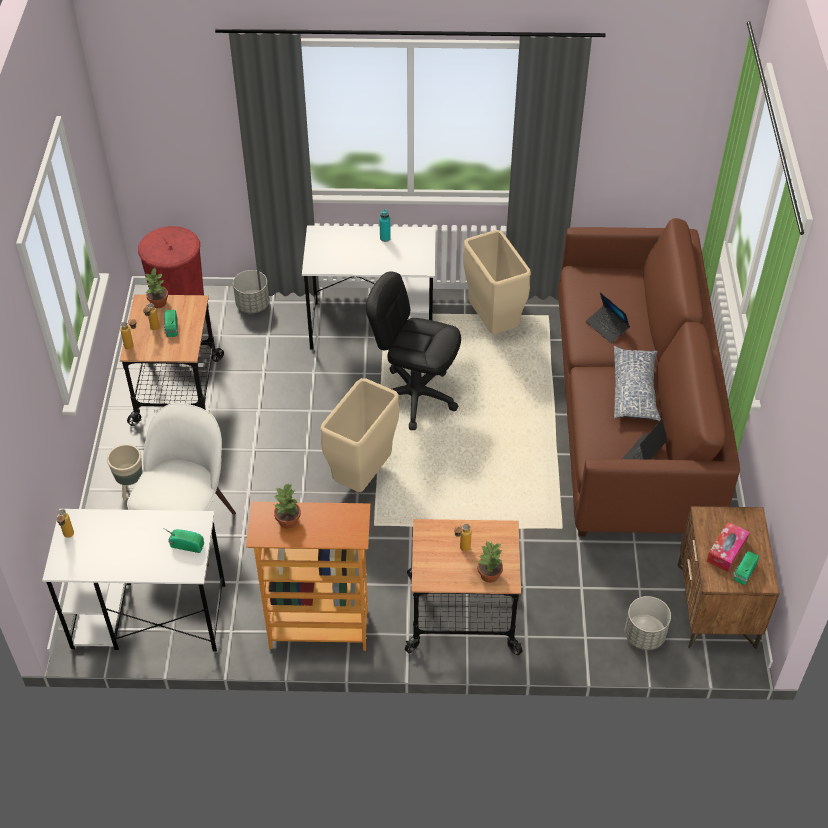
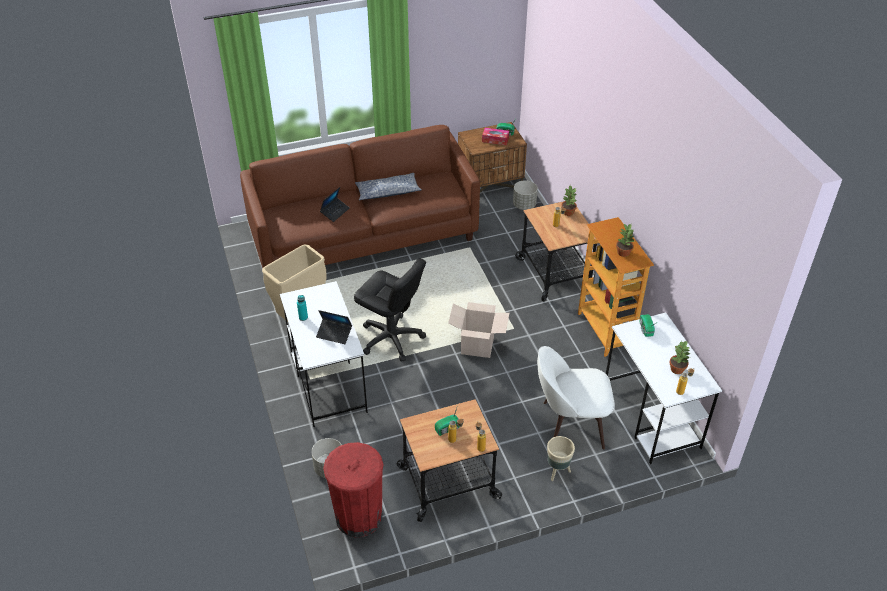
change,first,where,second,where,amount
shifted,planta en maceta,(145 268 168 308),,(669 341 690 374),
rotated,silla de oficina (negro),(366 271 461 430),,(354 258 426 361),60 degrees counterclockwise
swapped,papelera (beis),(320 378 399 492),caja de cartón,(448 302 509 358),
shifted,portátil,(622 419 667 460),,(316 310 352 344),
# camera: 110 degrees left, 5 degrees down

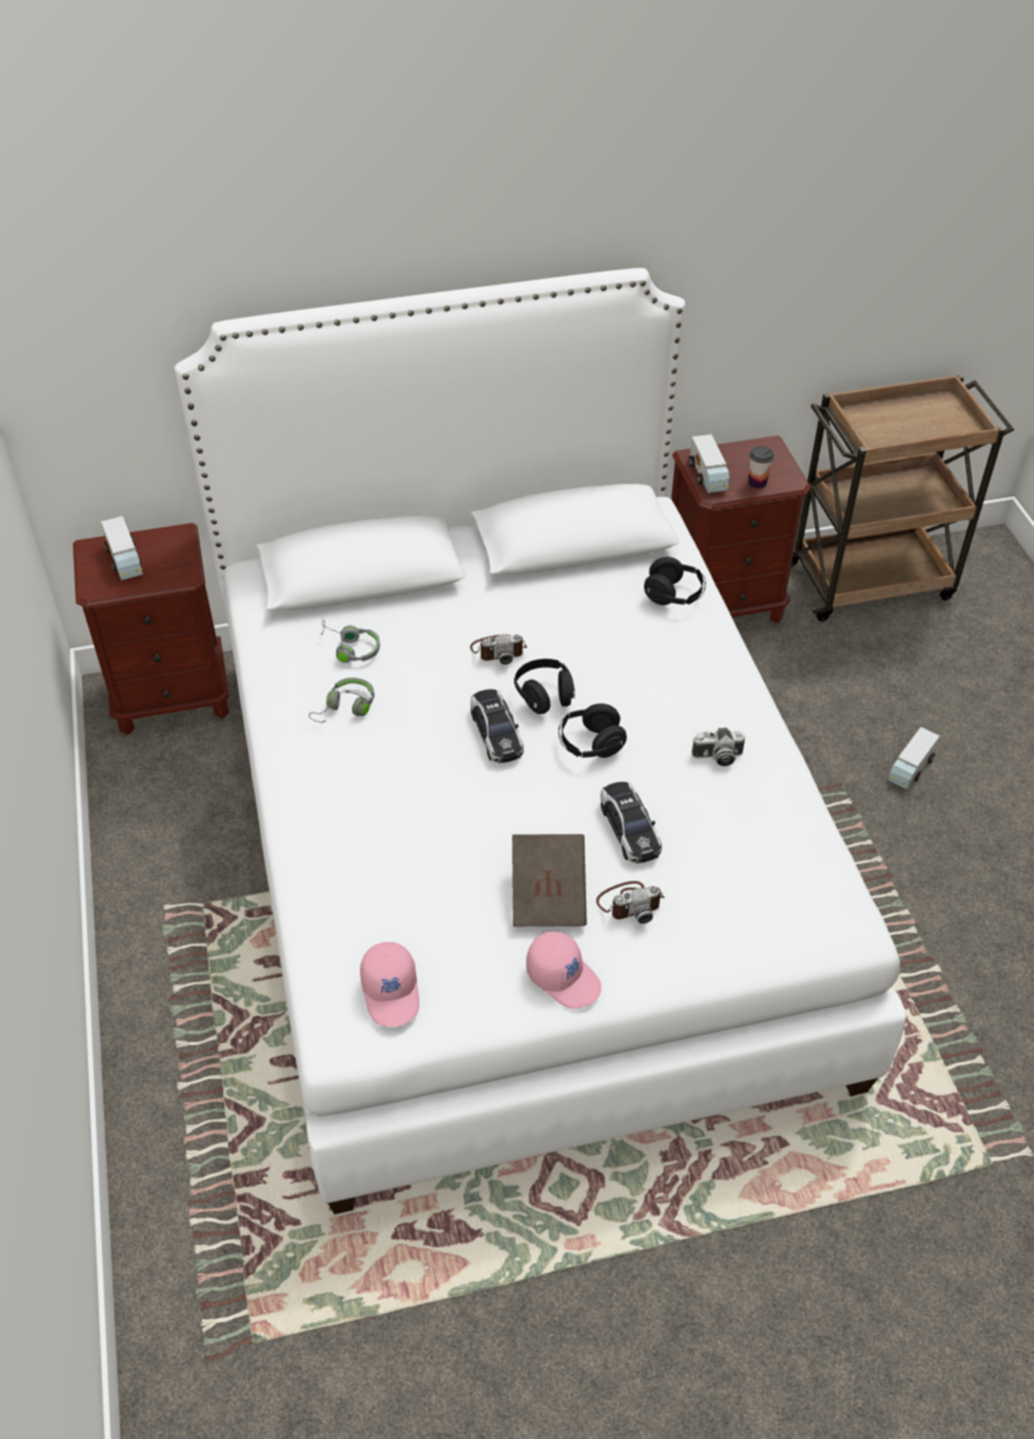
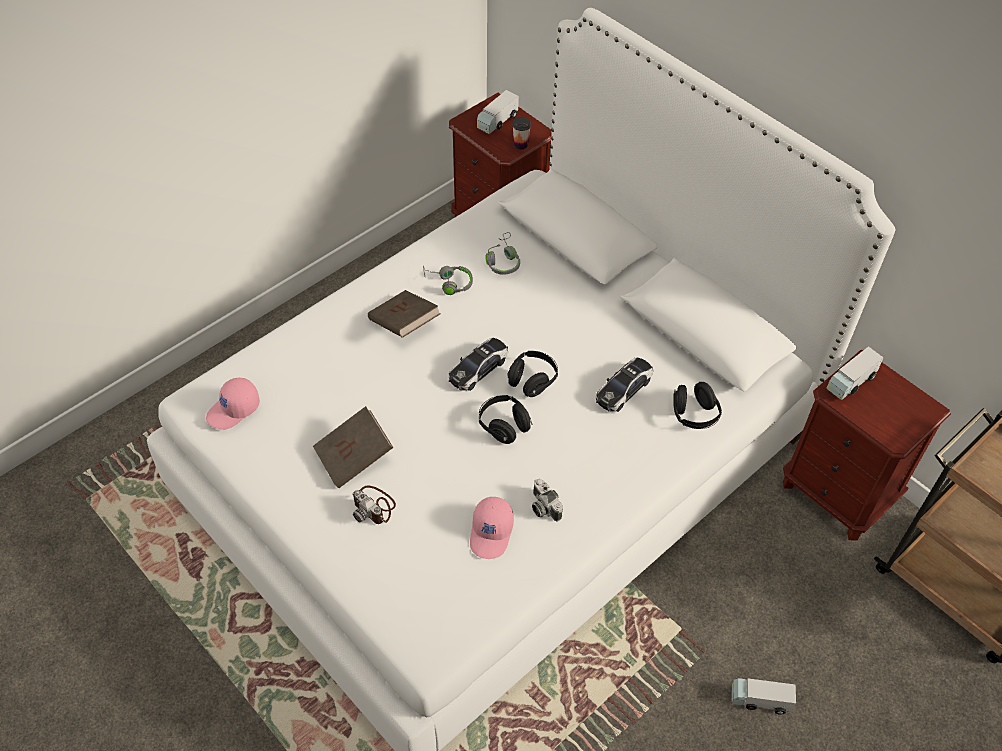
change,first,where,second,where,amount
shifted,taza,(749 446 774 489),,(512 117 531 150),
gone,cámara,(470 634 527 665),,,
shifted,coche de juguete,(600 782 662 863),,(596 357 653 412),
shifted,gorra (rosa),(526 931 601 1009),,(470 497 514 559),
new,,,libro (marrón),(368 290 441 338),
# camera: 60 degrees right, 5 degrees up

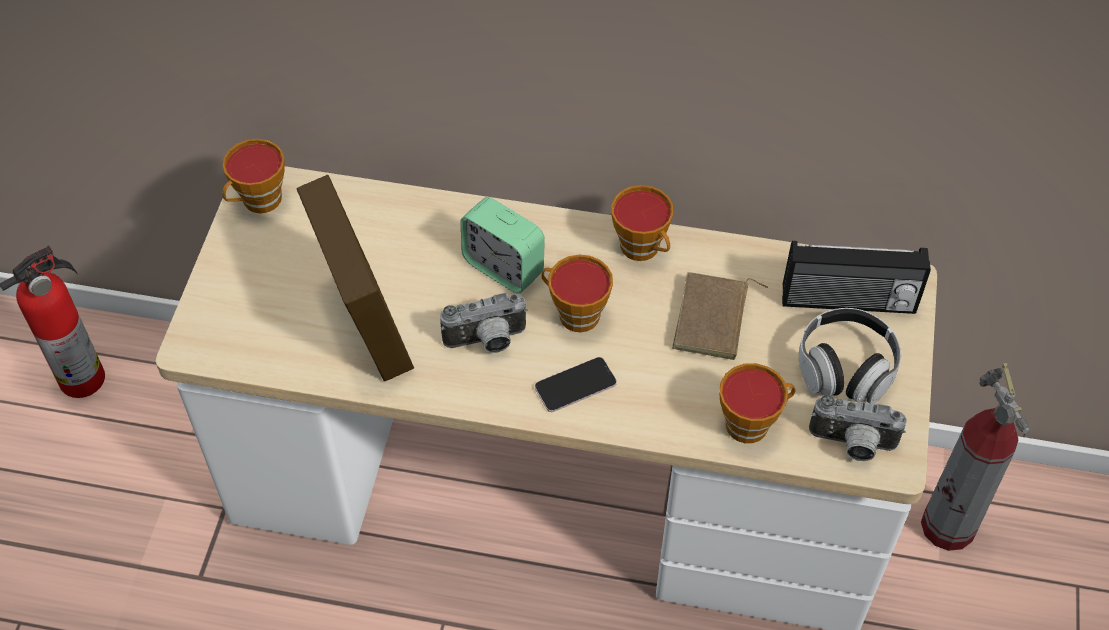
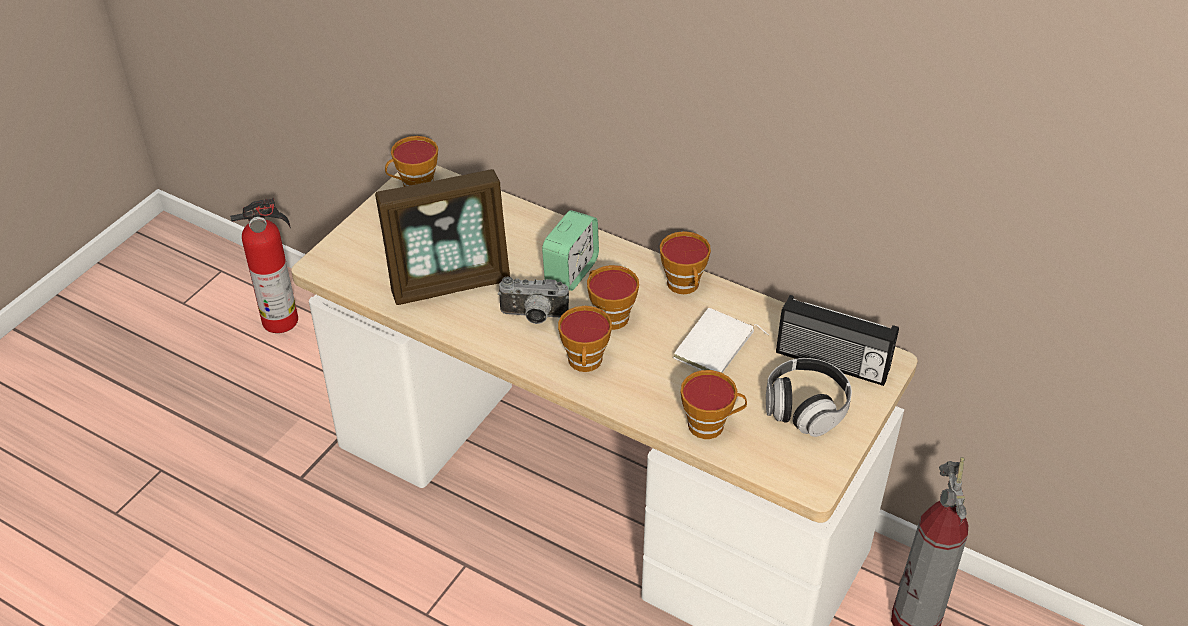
change,first,where,second,where,amount
rotated,portarretratos,(297 175 414 381),,(375 169 510 305),75 degrees clockwise
rotated,despertador,(460 197 545 294),,(542 210 599 291),120 degrees counterclockwise
repainted,libro (marrón),(672 272 768 360),libro (blanco),(673 308 769 373),
swapped,móvil,(535 357 617 412),taza,(558 306 612 372),
gone,cámara,(809 395 907 461),,,
# camera: 20 degrees right, 10 degrees down

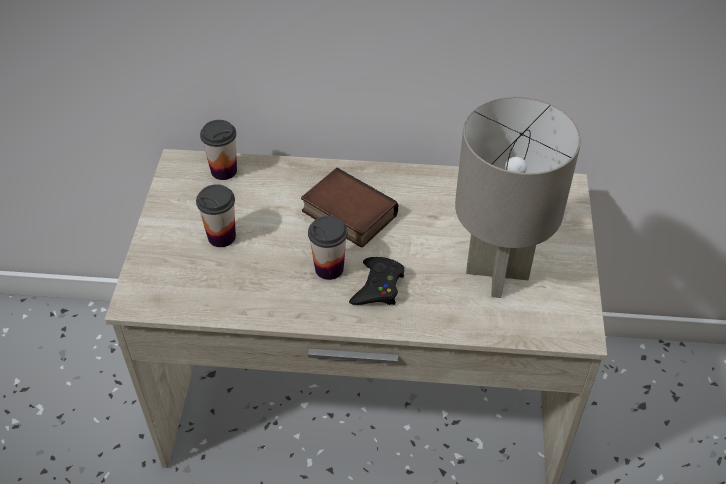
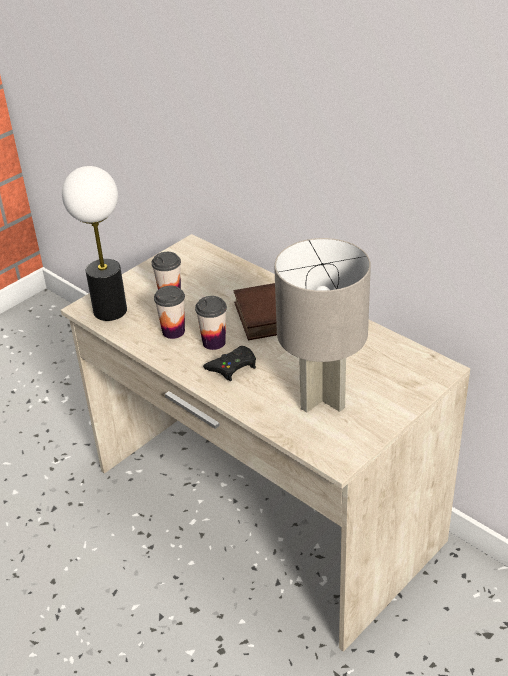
change,first,where,second,where,amount
shifted,taza,(200 120 237 180),,(154 286 185 339),
new,,,lámpara de mesa,(62 166 127 321),
# camera: 40 degrees right, 10 degrees down

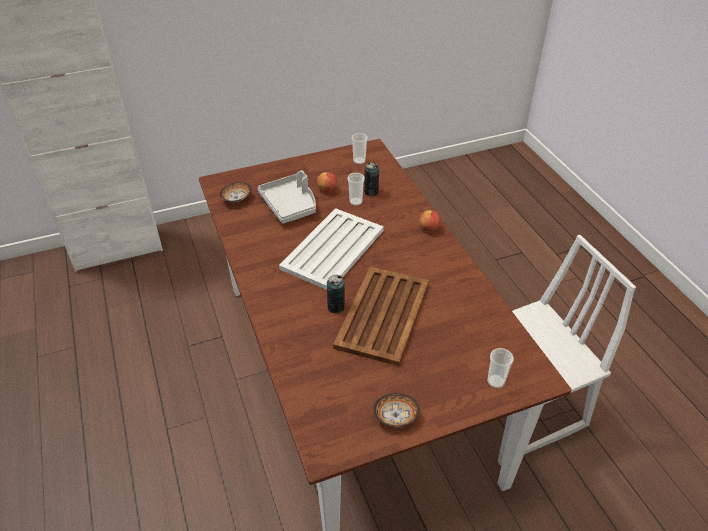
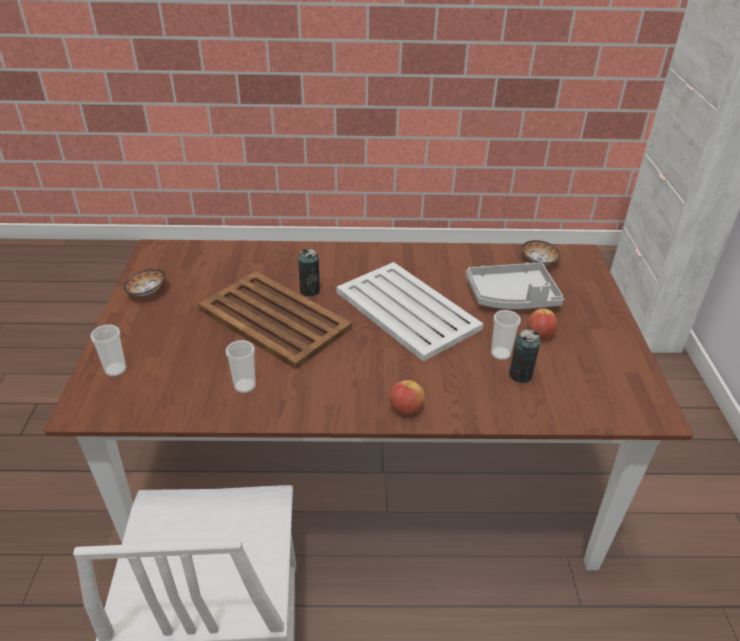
change,first,where,second,where,amount
shifted,taza,(352 133 368 164),,(226 340 256 393),
# camera: 110 degrees right, 5 degrees down

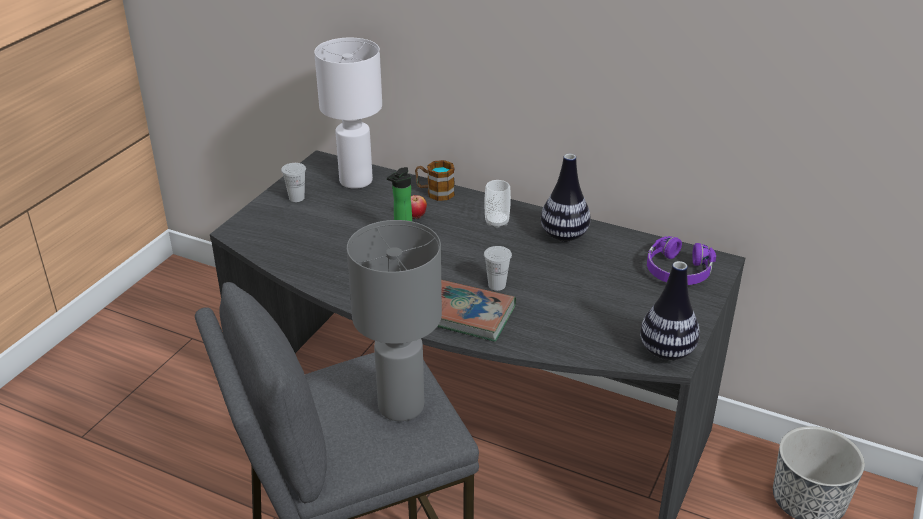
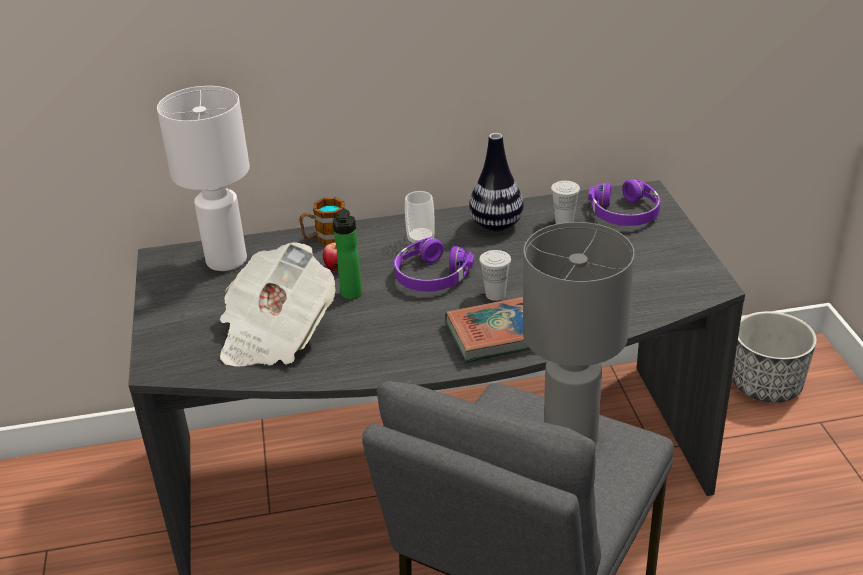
change,first,where,second,where,amount
shifted,taza (blanco),(281 163 306 202),,(551 181 580 224),
gone,florero,(640 261 700 360),,,
new,,,auriculares (morado),(394 237 474 291),
new,,,periódico,(220 242 336 367),
# camera: 35 degrees left, 0 degrees up

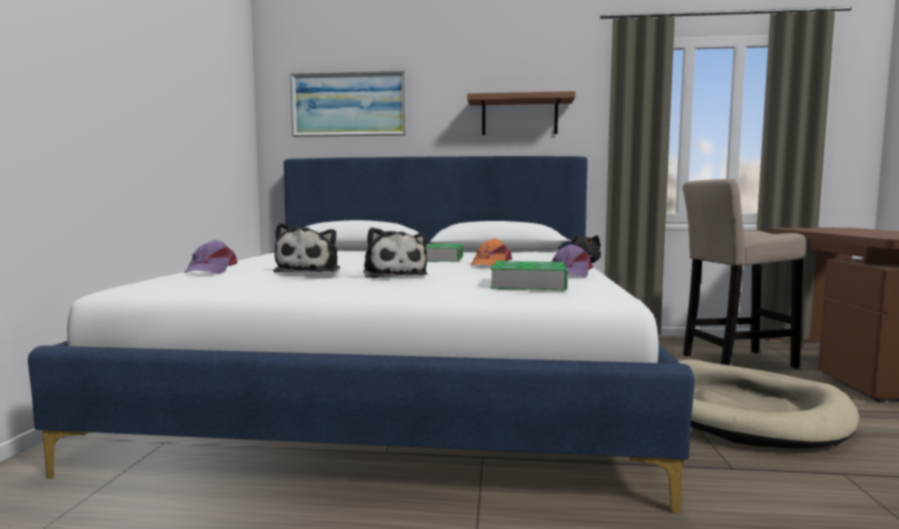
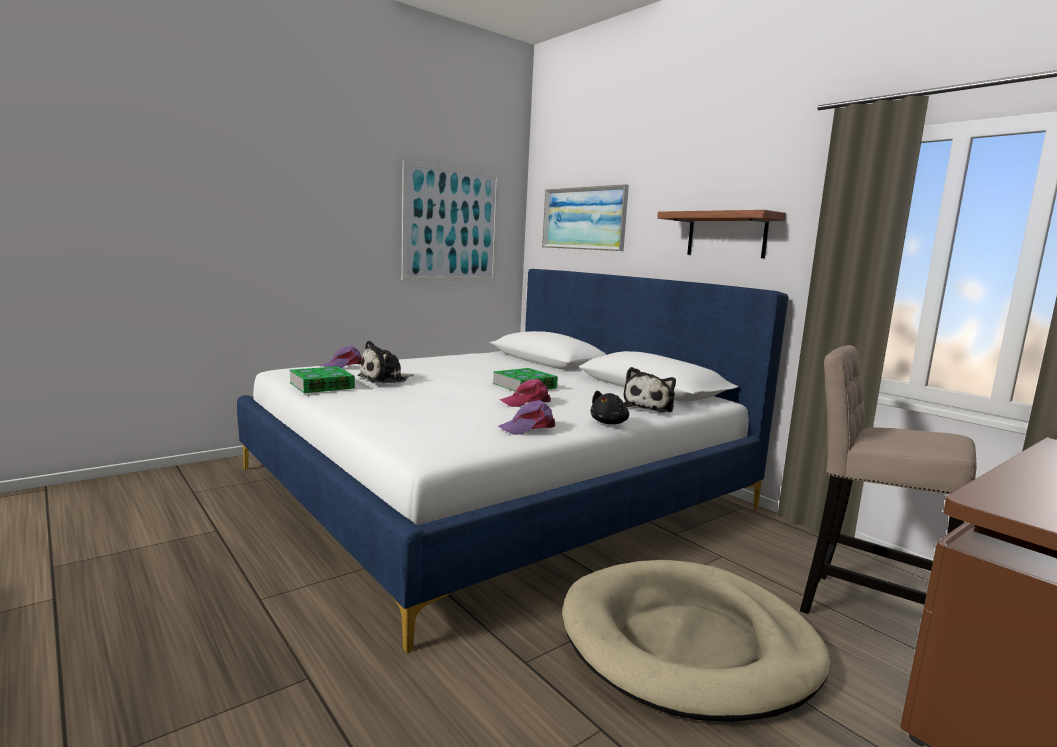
change,first,where,second,where,amount
shifted,peluche,(363 227 427 278),,(624 367 676 412),
repainted,gorra (naranja),(471 238 512 266),gorra (rosa),(500 378 551 407),
shifted,libro,(490 261 568 290),,(289 366 355 393),
new,,,cuadro,(402 160 500 281),
# camera: 45 degrees right, 5 degrees up

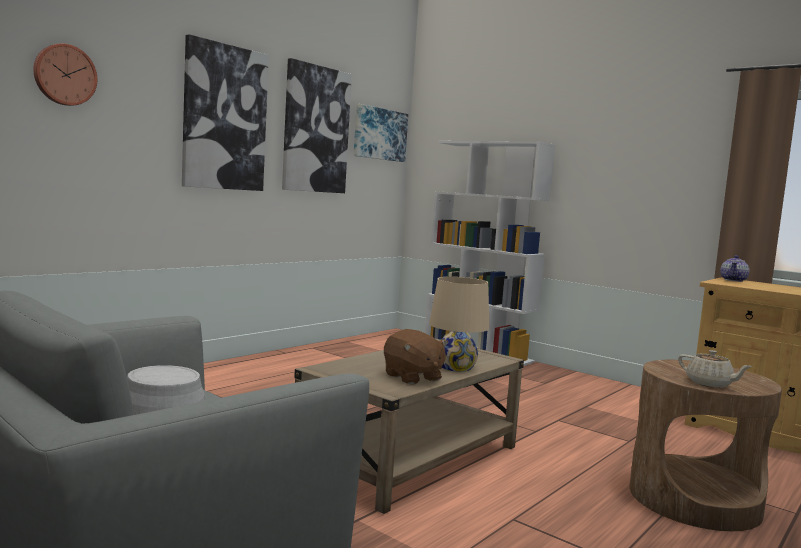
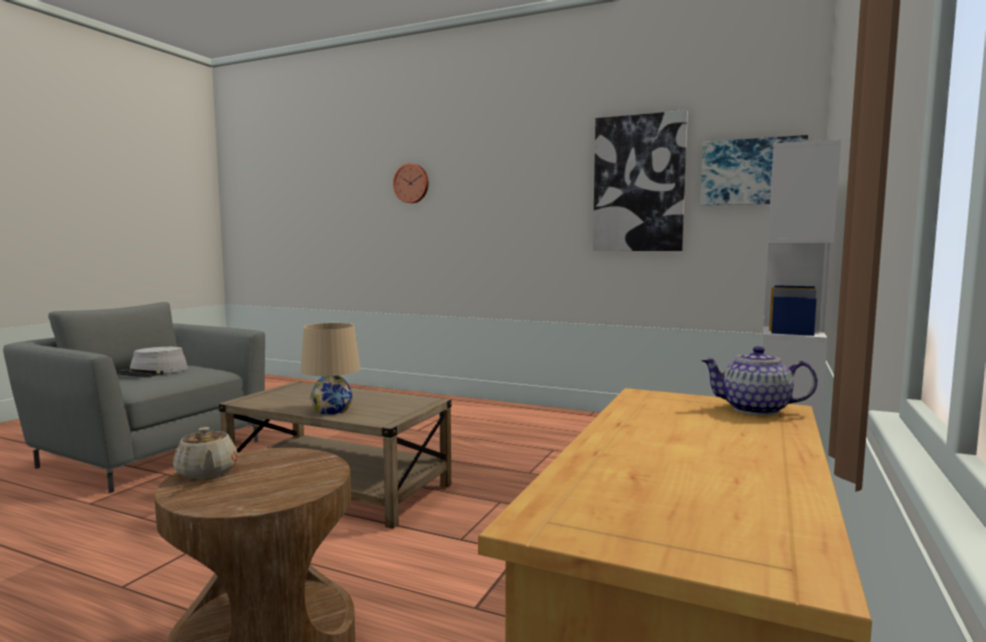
change,first,where,second,where,amount
gone,cuadro,(182 34 269 191),,,
gone,peluche (marrón),(384 329 448 385),,,
rotated,tetera (beis),(678 350 753 388),,(173 427 238 479),60 degrees counterclockwise
# camera: 75 degrees right, 0 degrees up

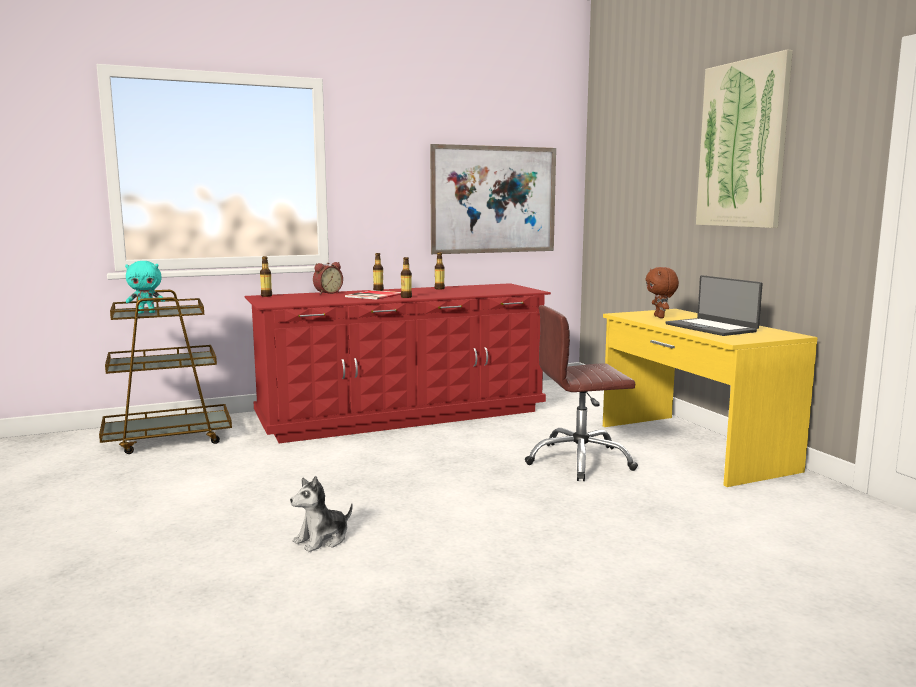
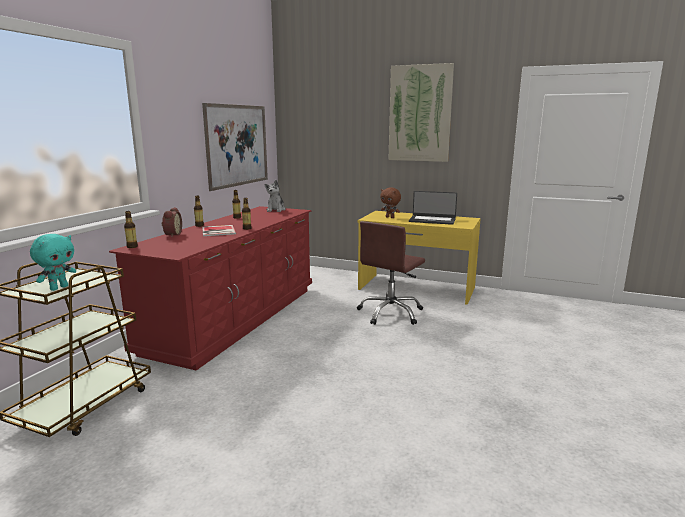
change,first,where,second,where,amount
shifted,peluche,(290 476 353 552),,(264 180 286 212),
# camera: 45 degrees left, 5 degrees up

